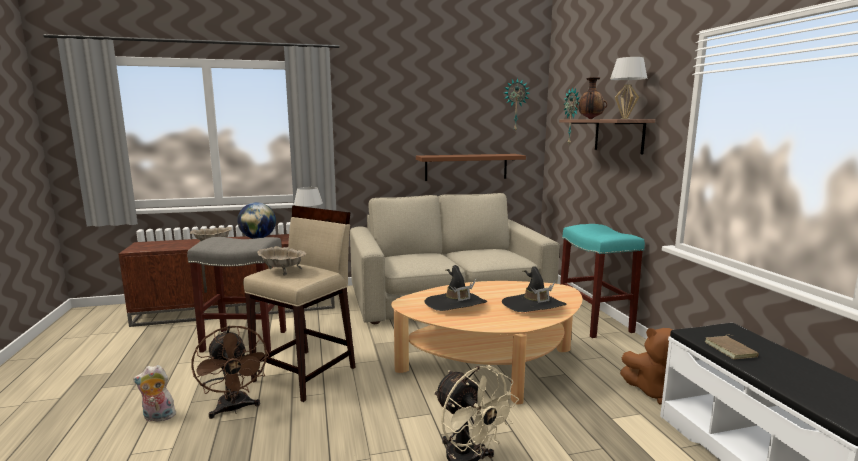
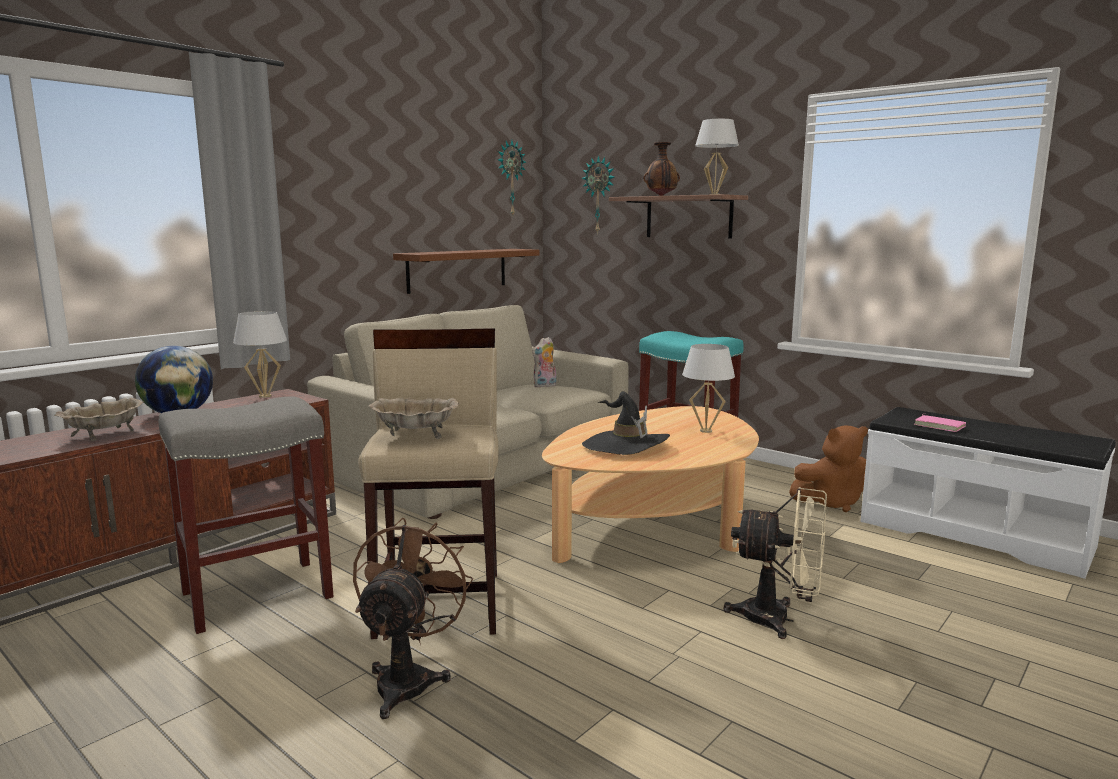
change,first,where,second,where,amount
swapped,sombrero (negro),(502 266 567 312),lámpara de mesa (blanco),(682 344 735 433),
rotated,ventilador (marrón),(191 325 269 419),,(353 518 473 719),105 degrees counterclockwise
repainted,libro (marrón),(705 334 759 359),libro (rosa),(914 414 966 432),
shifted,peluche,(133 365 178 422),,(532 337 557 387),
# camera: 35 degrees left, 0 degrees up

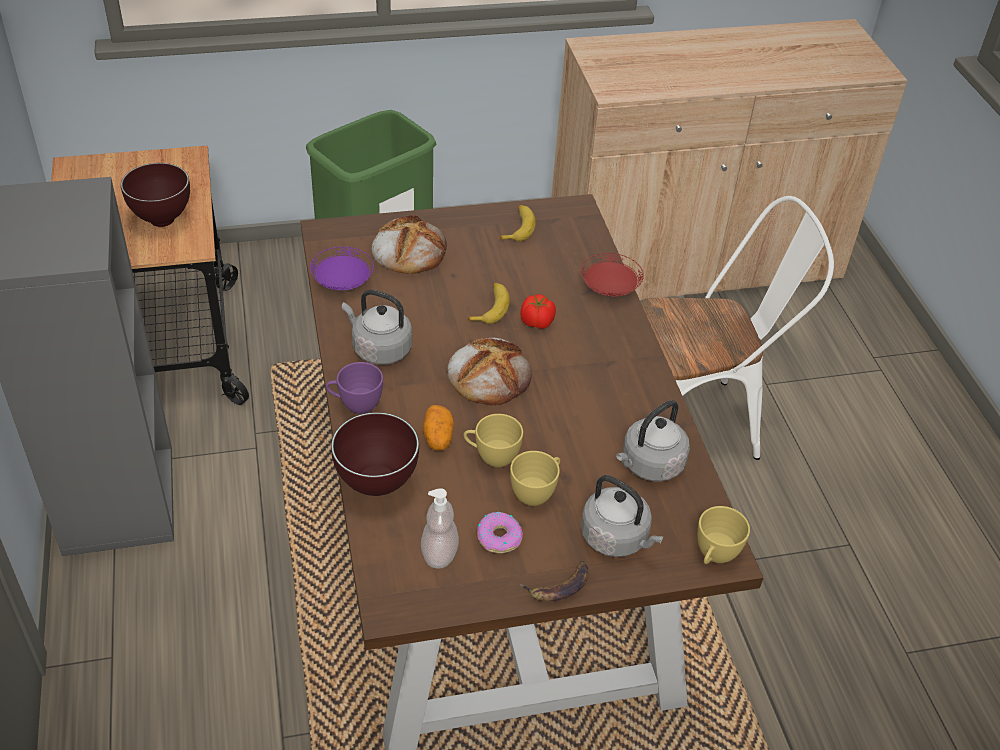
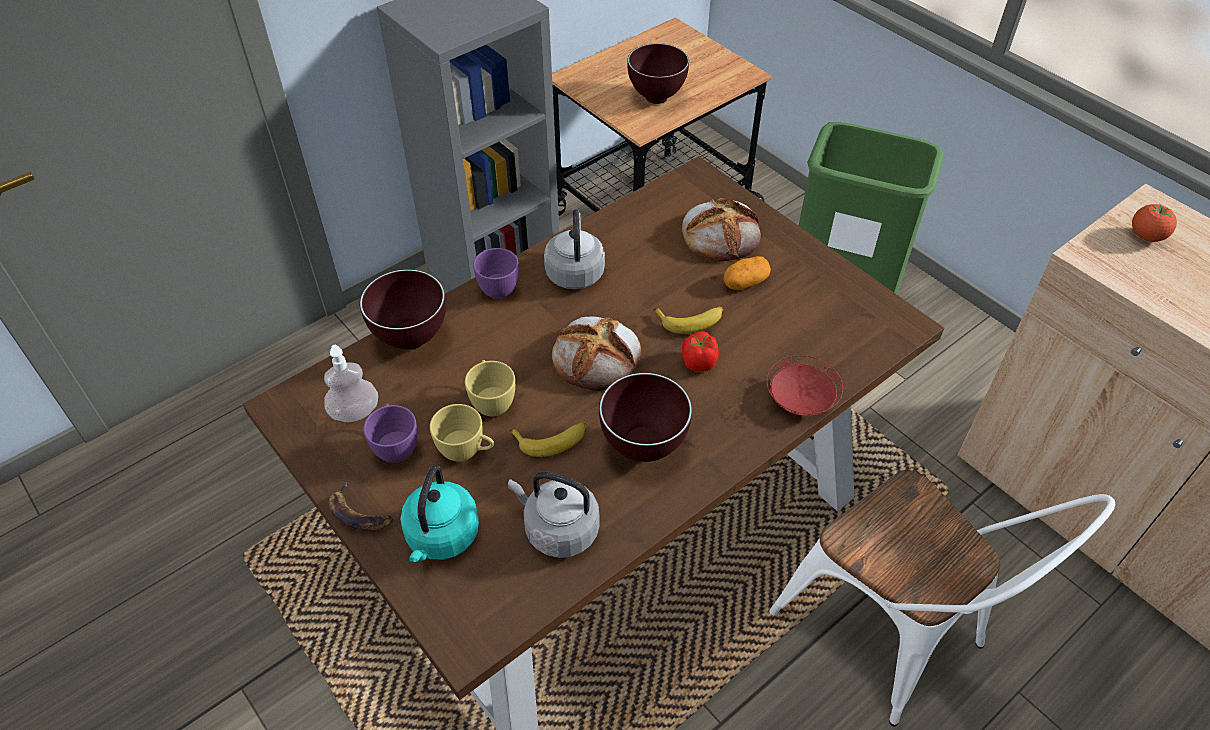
change,first,where,second,where,amount
shifted,plátano,(499 205 536 241),,(509 422 587 457),
gone,plato (morado),(310 247 374 290),,,
shifted,patata,(423 405 454 451),,(723 256 771 290),
repainted,hervidor (gris),(581 475 663 557),hervidor (turquesa),(400 465 479 562),
gone,taza (amarillo),(697 506 750 564),,,
swapped,rosquilla,(477 512 523 553),taza (morado),(363 403 417 463),
new,,,tomate,(1132 204 1177 242),
new,,,cuenco (marrón),(599 373 692 462),
# camera: 65 degrees right, 5 degrees up

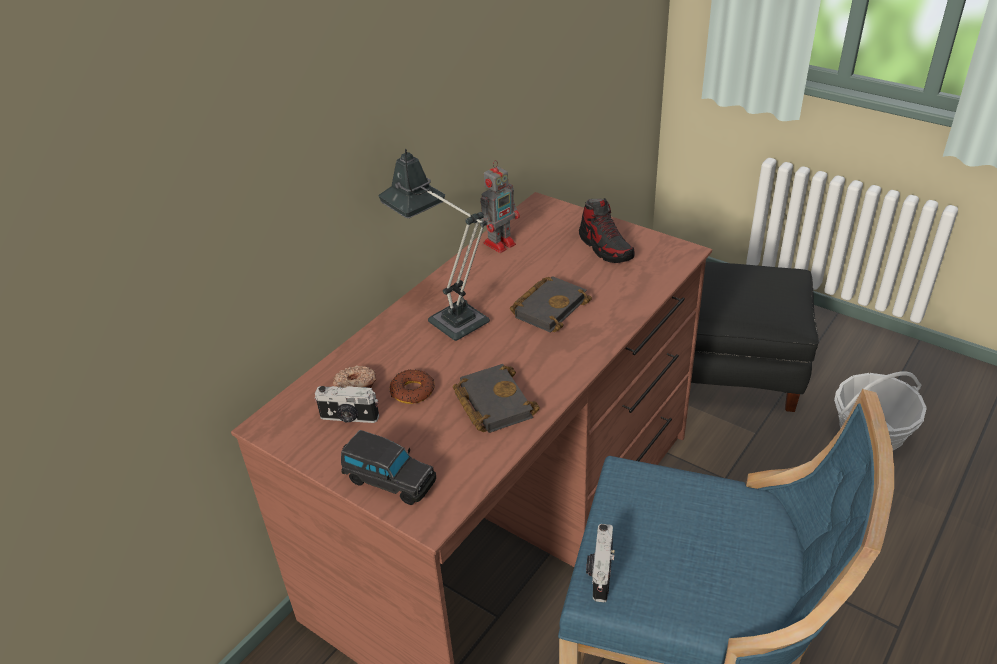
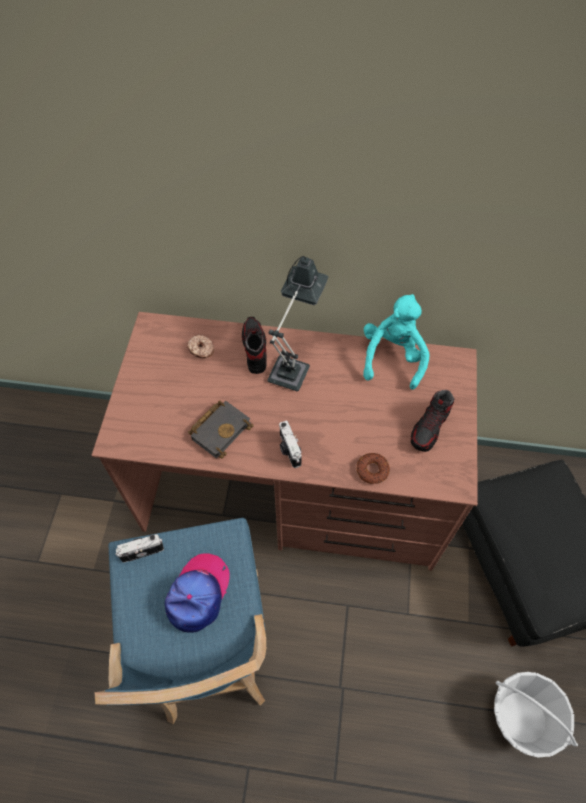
change,first,where,second,where,amount
swapped,robot de juguete,(480 160 520 253),peluche (turquesa),(363 294 429 390),
gone,libro (negro),(510 276 592 333),,,
shifted,rosquilla,(390 370 435 404),,(357 453 390 484),
shifted,cámara,(315 386 379 423),,(279 421 302 468),
gone,coche de juguete (negro),(341 430 436 505),,,
new,,,zapato,(242 317 267 374),
new,,,gorra,(165 553 230 633),
# camera: 60 degrees right, 20 degrees up

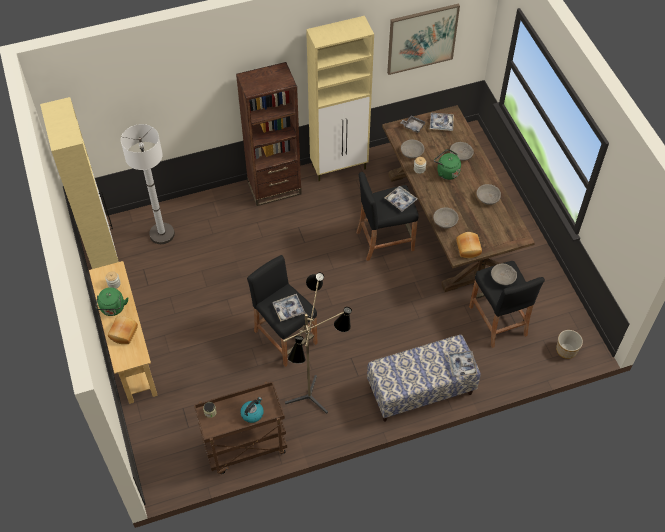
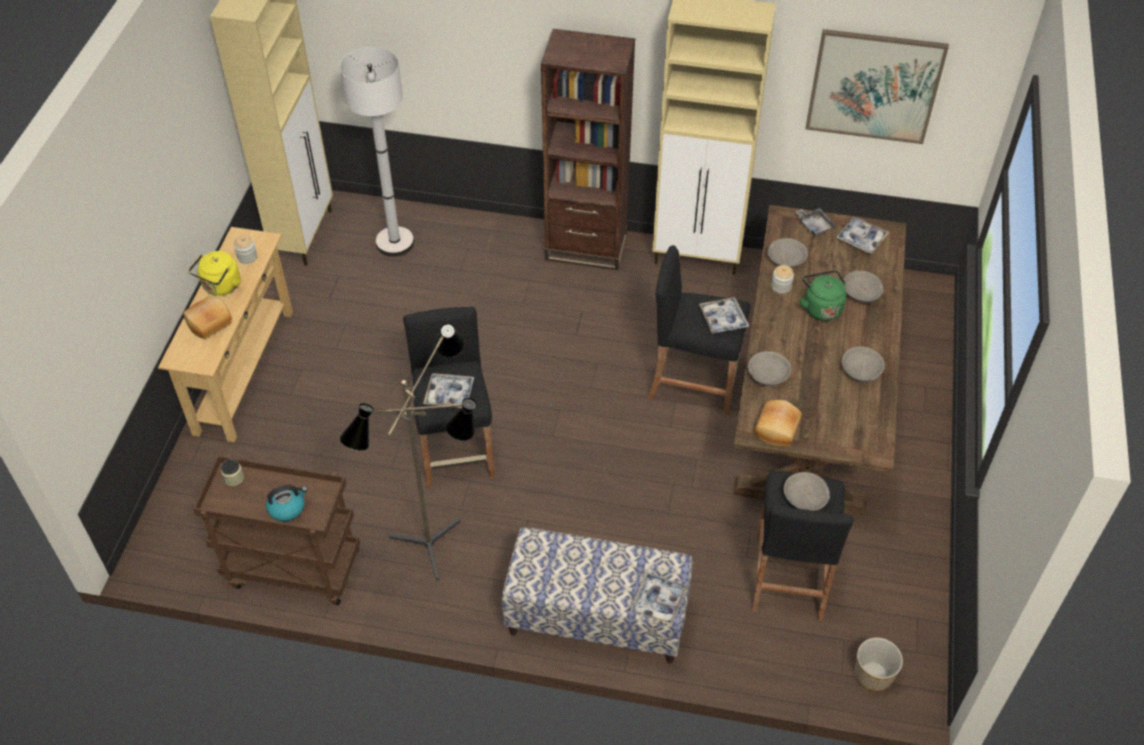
change,first,where,second,where,amount
repainted,hervidor (verde),(96 287 128 316),hervidor (amarillo),(189 251 241 296),
# camera: 30 degrees right, 5 degrees down

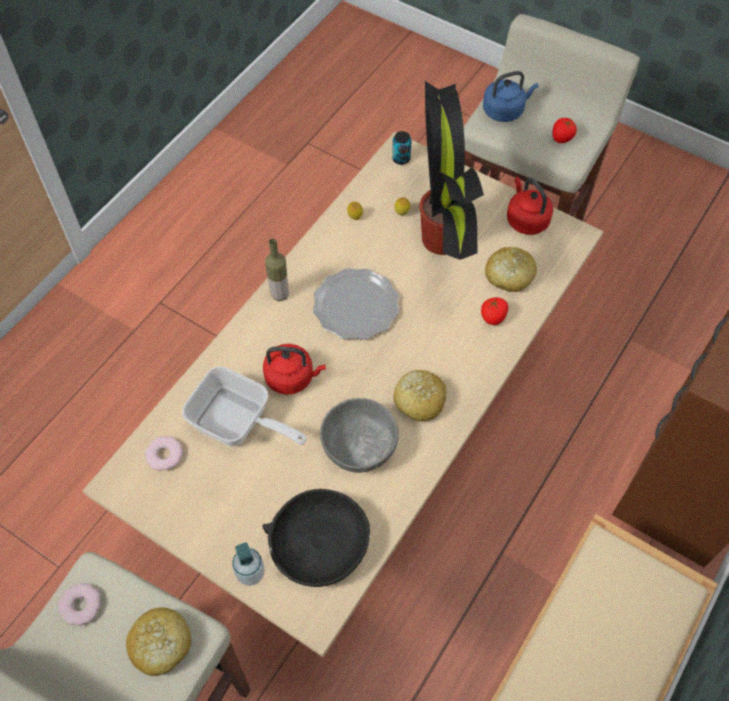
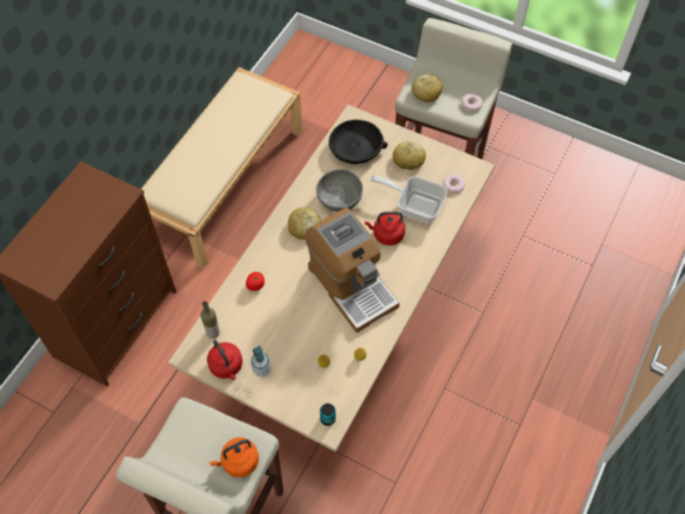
change,first,where,second,where,amount
repainted,hervidor (azul),(483 71 538 122),hervidor (naranja),(209 438 259 477),
gone,planta en maceta,(419 81 484 260),,,
gone,tomate,(553 118 577 143),,,
shifted,botella,(265 239 289 301),,(201 301 220 338),
shifted,pan,(485 247 537 292),,(393 141 426 170),
swapped,plato,(313 268 399 340),cafetera,(305 207 400 333),
shifted,dispensador de jabón,(232 542 265 586),,(251 346 271 377),
# camera: 175 degrees right, 0 degrees up

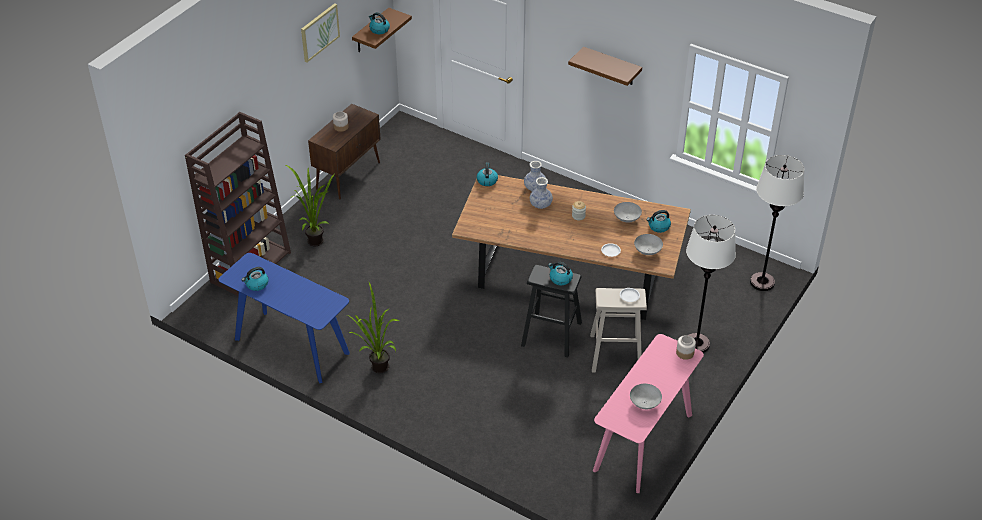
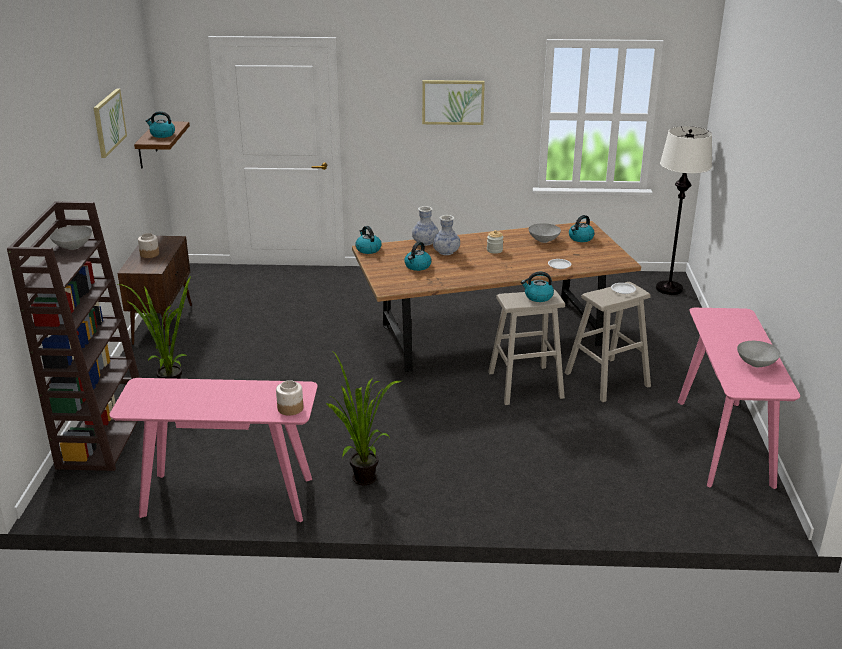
change,first,where,second,where,amount
swapped,estante (marrón),(568 47 642 86),cuadro,(422 80 485 125),
gone,lámpara de pie (blanco),(686 215 736 353),,,
shifted,cuenco (gris),(634 234 663 255),,(49 225 92 250),
repainted,mesa consola (azul),(219 253 350 383),mesa consola (rosa),(109 378 318 522),
repainted,taburete (negro),(521 265 582 357),taburete (beis),(488 289 565 405),
shifted,hervidor,(242 267 269 291),,(404 242 432 271),
shifted,tarro,(676 335 696 360),,(276 380 303 416),
# camera: 30 degrees left, 15 degrees down

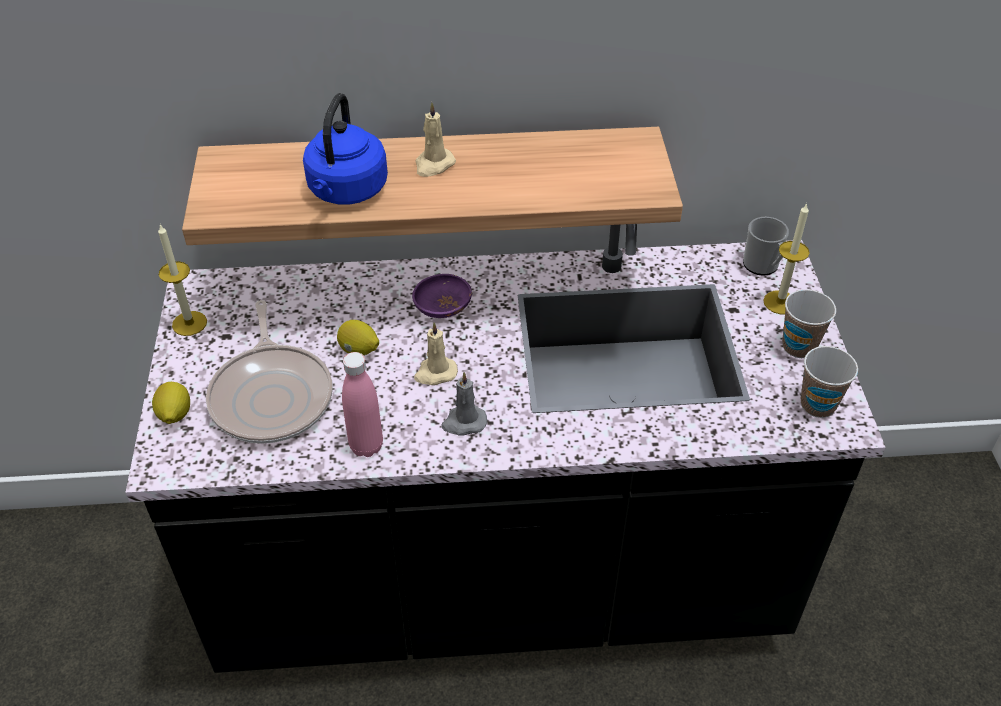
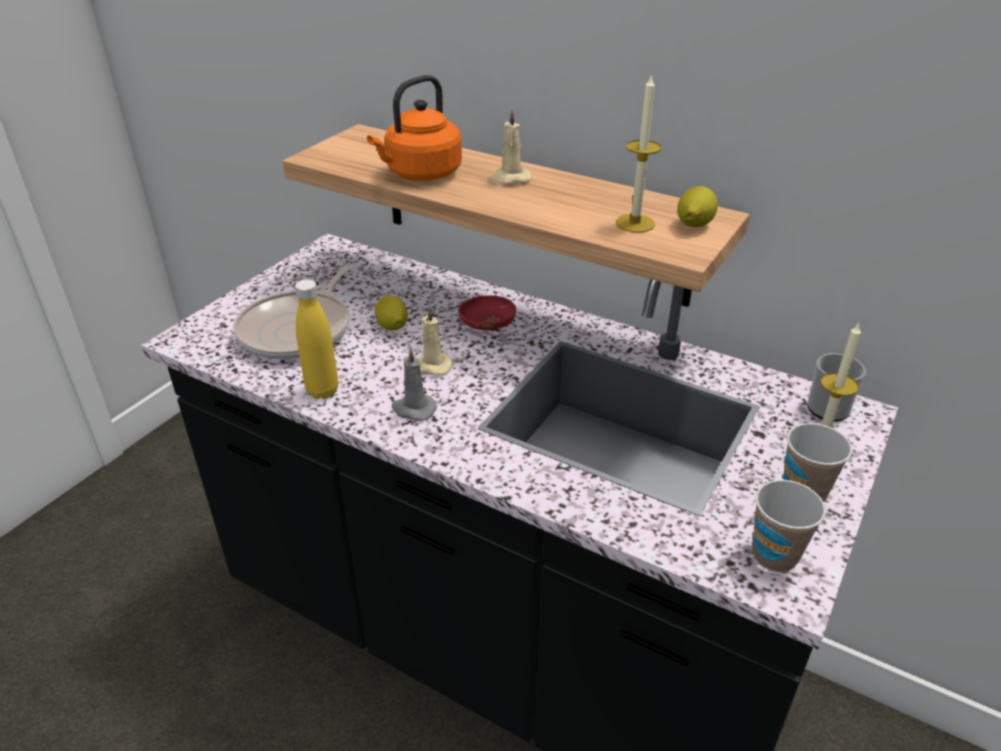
change,first,where,second,where,amount
repainted,hervidor (azul),(303 93 388 205),hervidor (naranja),(367 75 462 181),
shifted,vela,(158 225 207 336),,(616 74 661 233),
repainted,cuenco (morado),(412 274 472 318),cuenco (rojo),(458 295 516 330),
repainted,botella (rosa),(342 352 383 457),botella (amarillo),(295 279 338 399),
shifted,limón,(152 382 190 424),,(677 186 718 227),
# camera: 35 degrees right, 10 degrees down

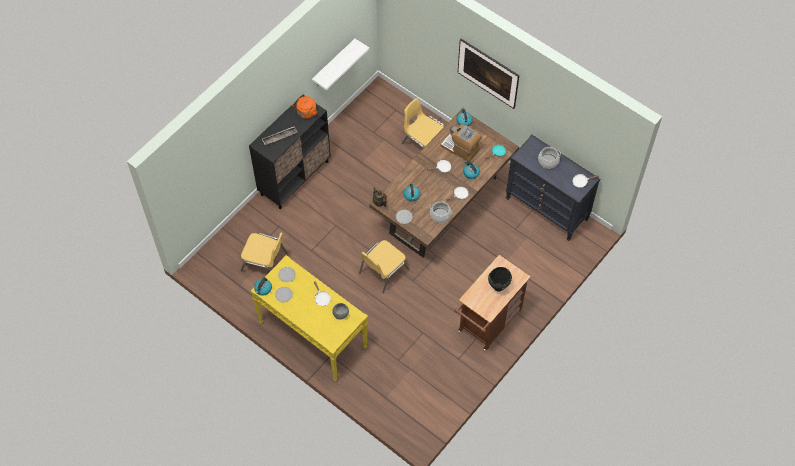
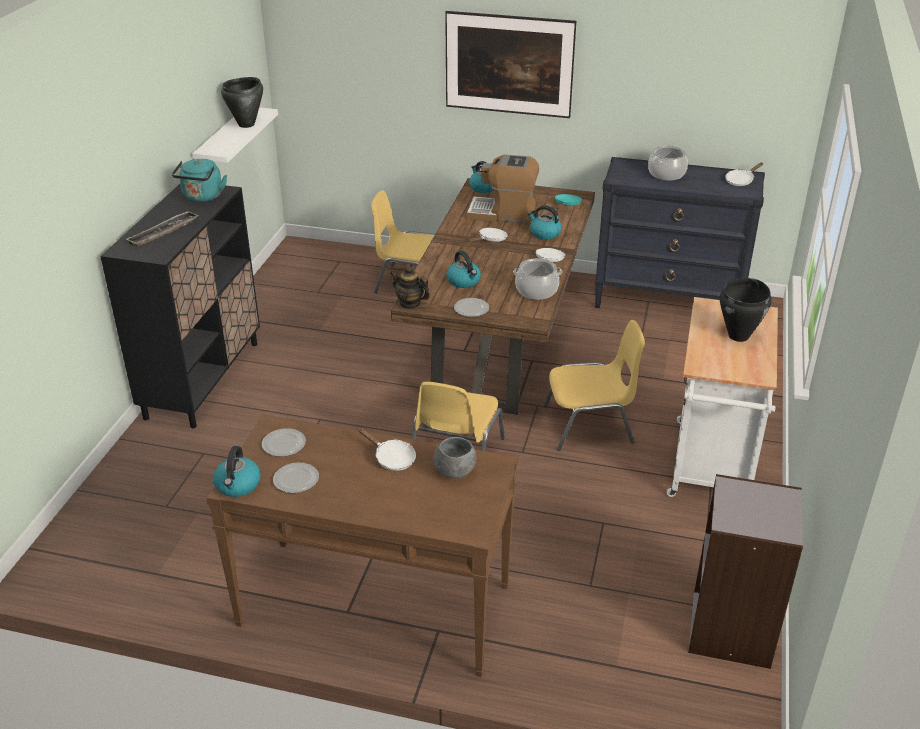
change,first,where,second,where,amount
repainted,hervidor (naranja),(292 96 317 119),hervidor (turquesa),(172 159 227 202),
shifted,silla (amarillo),(241 232 288 272),,(543 320 645 451),
repainted,mesa consola (amarillo),(251 255 368 381),mesa consola (marrón),(206 414 518 677),
repainted,carrito (marrón),(455 255 531 350),carrito (blanco),(667 297 778 497),
new,,,olla (negro),(221 77 263 128),
new,,,estantería (gris),(688 474 803 669),
# camera: 25 degrees left, 25 degrees down

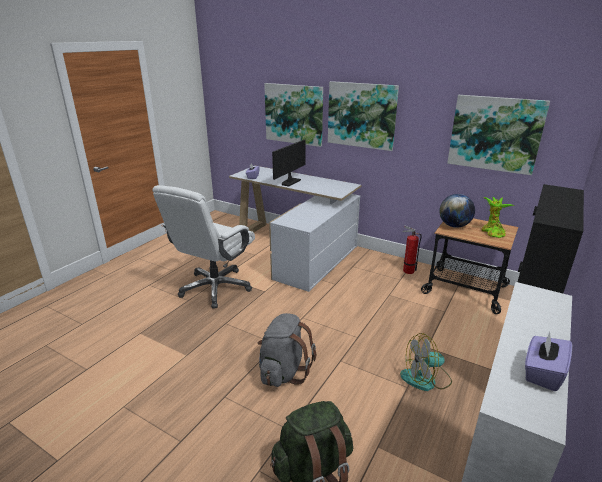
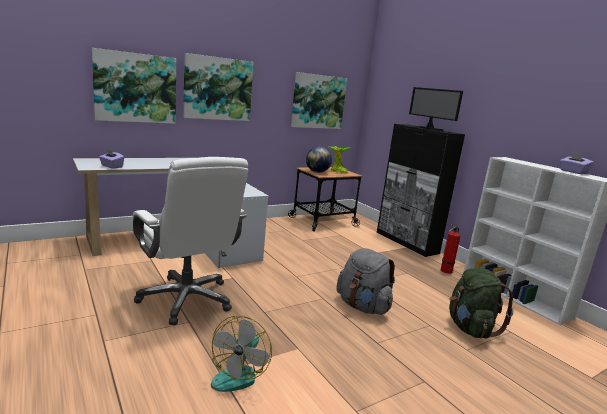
change,first,where,second,where,amount
shifted,monitor,(272 140 306 187),,(409 87 463 131),
shifted,extintor,(403 225 422 274),,(441 224 461 274),
shifted,ventilador,(400 333 452 391),,(211 316 272 392),
# camera: 65 degrees left, 10 degrees down

